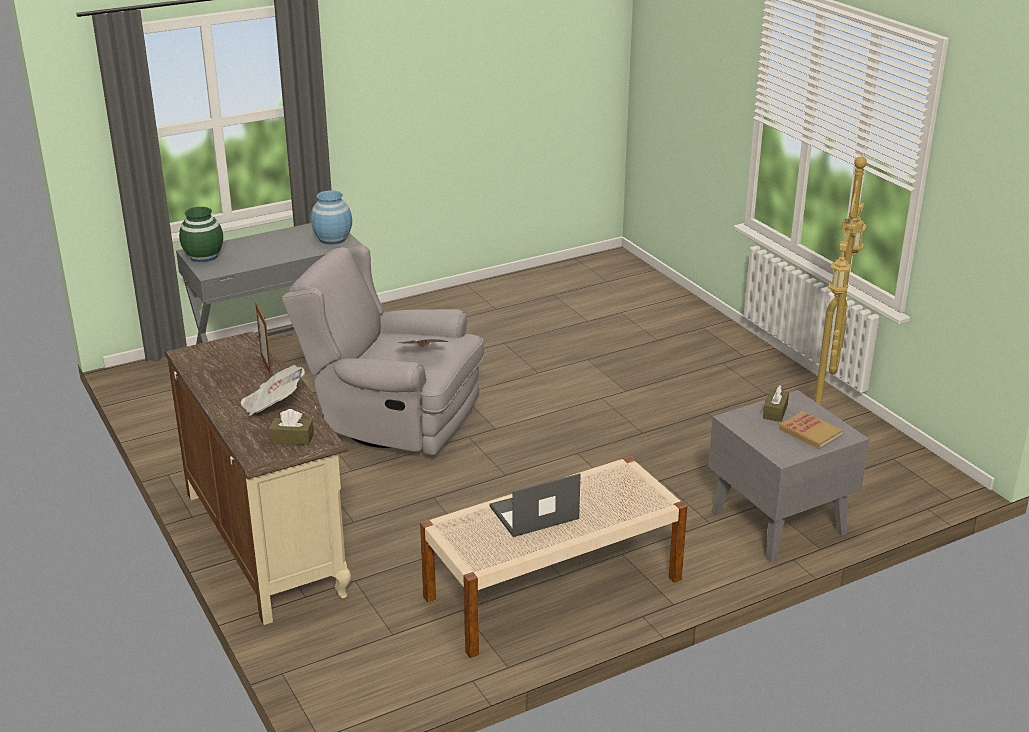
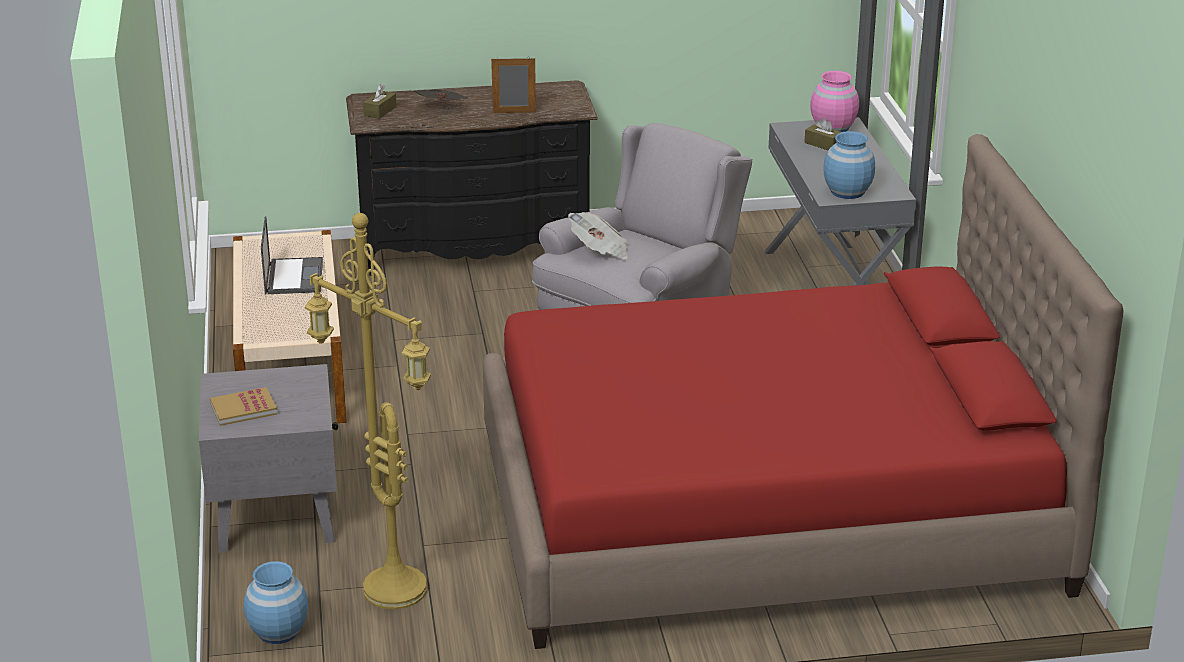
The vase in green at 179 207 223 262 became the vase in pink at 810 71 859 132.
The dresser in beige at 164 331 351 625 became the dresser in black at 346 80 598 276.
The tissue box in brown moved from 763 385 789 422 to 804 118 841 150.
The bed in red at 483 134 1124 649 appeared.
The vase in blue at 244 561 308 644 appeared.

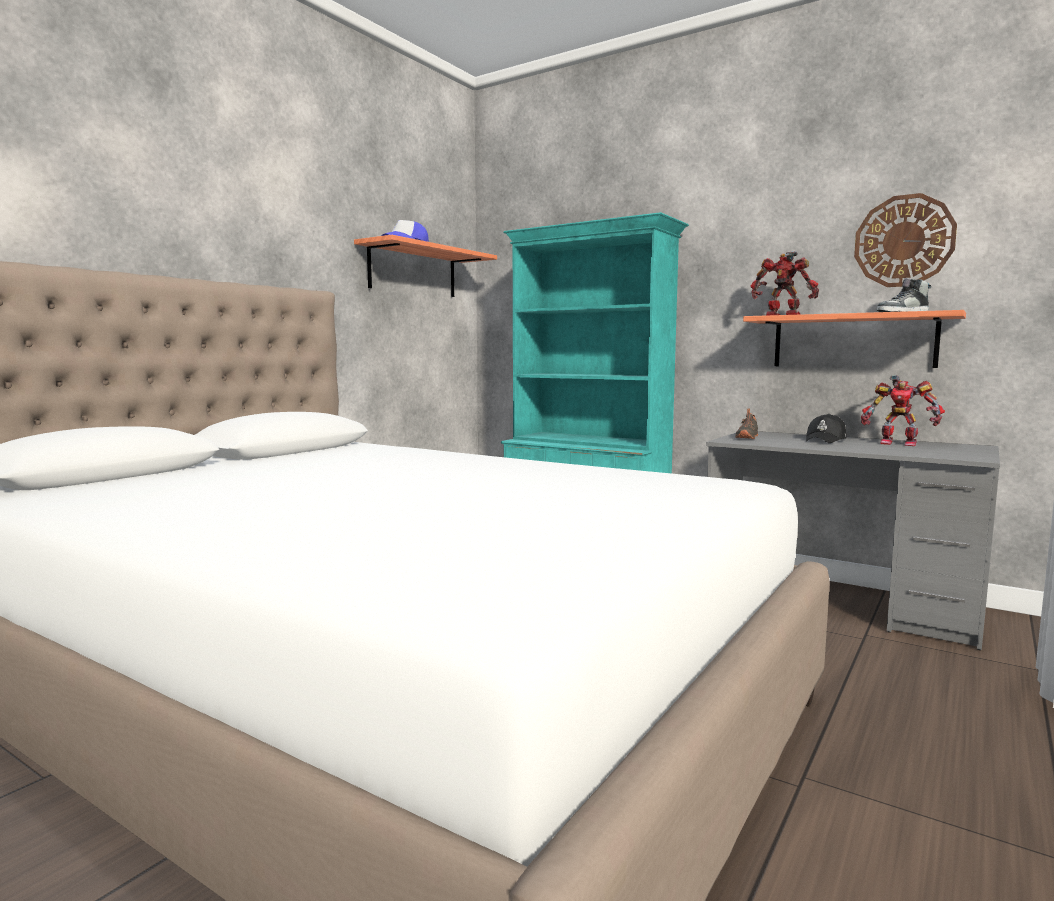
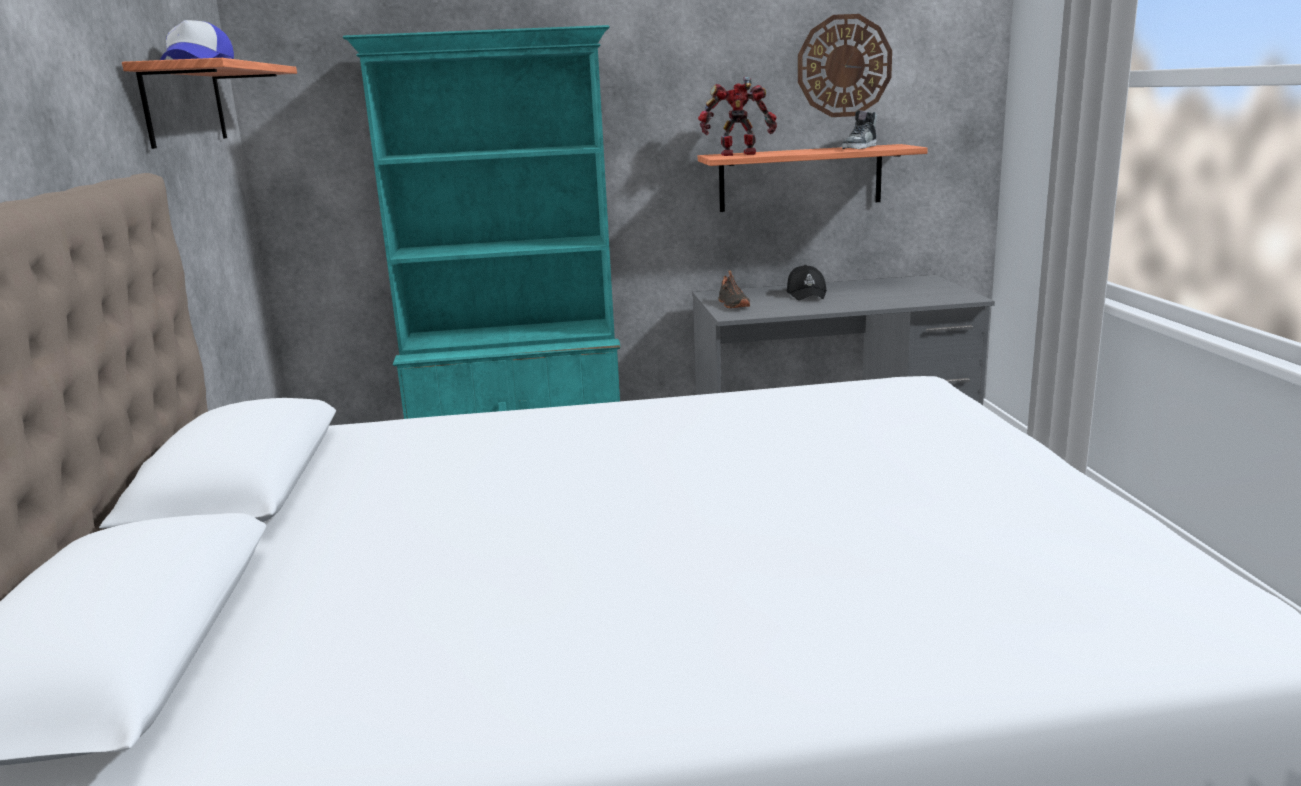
The toy robot at 861 375 945 446 disappeared.

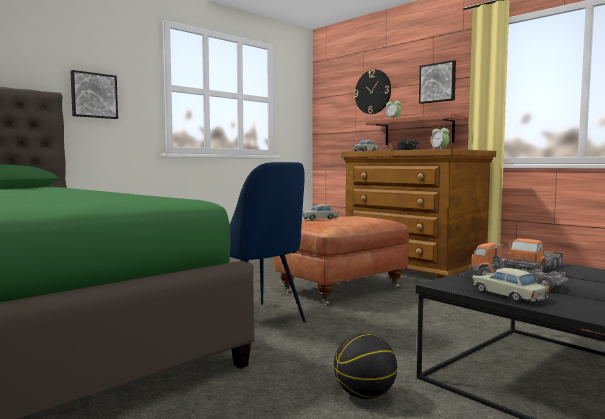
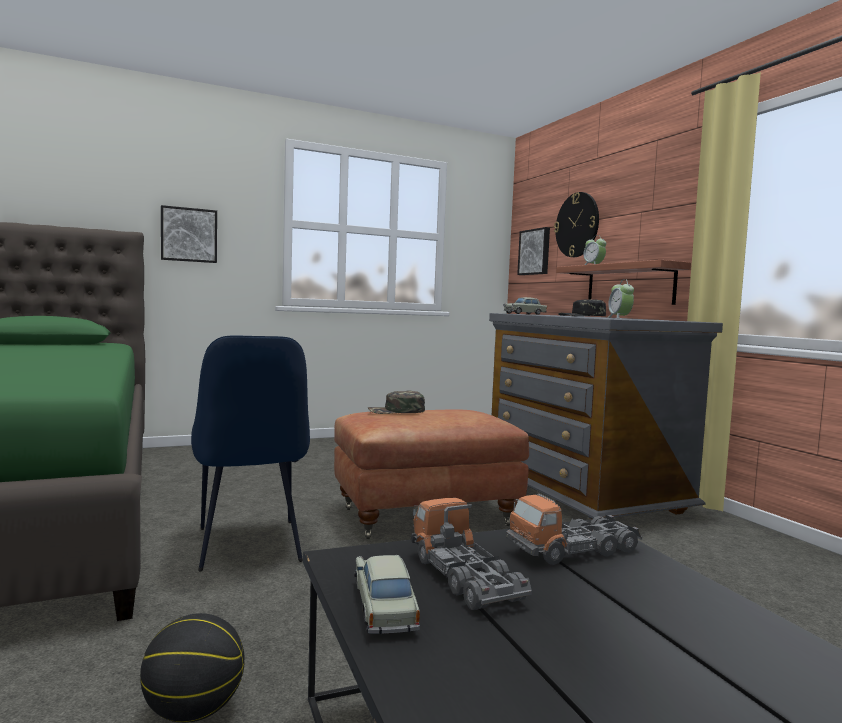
The picture moved from 419 60 456 104 to 517 227 550 275.
The dresser in brown at 341 149 496 278 became the dresser in grey at 489 313 723 519.
The toy car in beige at 302 204 339 220 was replaced by the cap in green at 368 390 425 414.

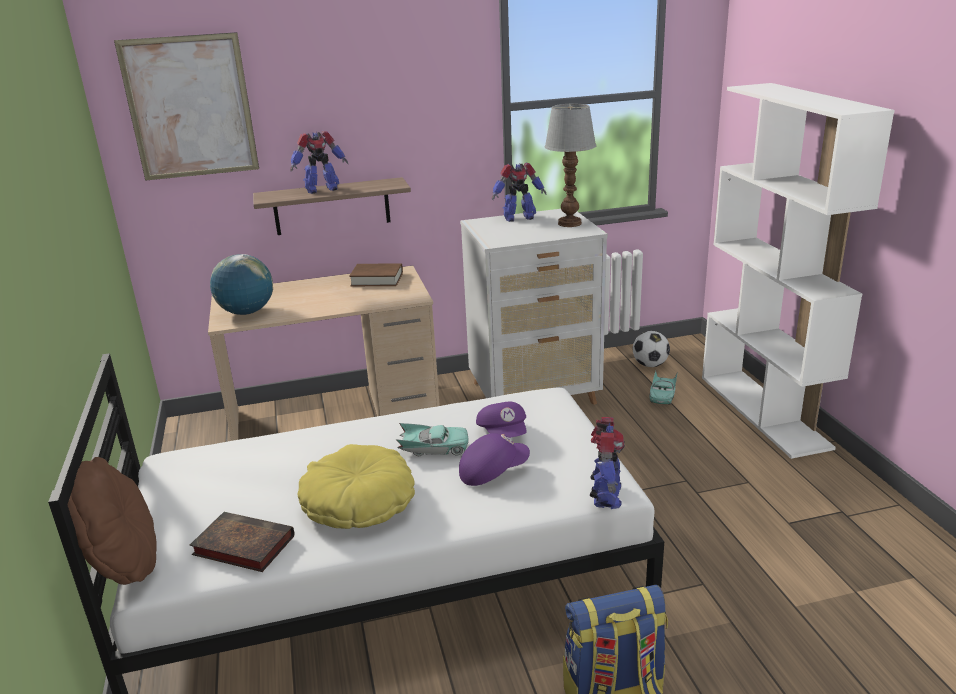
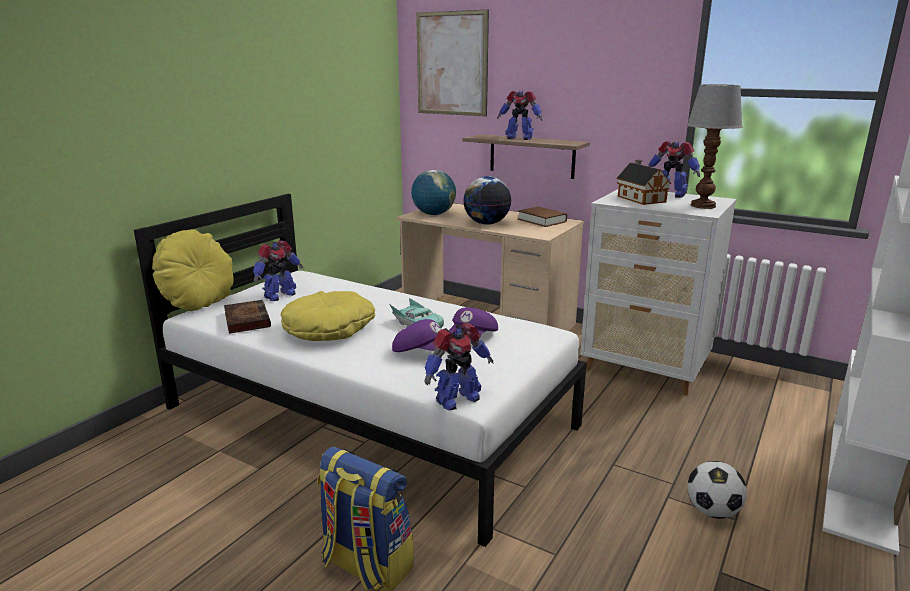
The football moved from 633 331 670 367 to 687 461 747 519.
The toy car in turquoise at 649 371 677 405 disappeared.
The pillow in brown at 67 457 157 585 became the pillow in yellow at 152 229 234 311.
The toy house at 616 160 671 205 appeared.
The globe at 463 176 511 225 appeared.
The toy robot at 253 241 303 301 appeared.

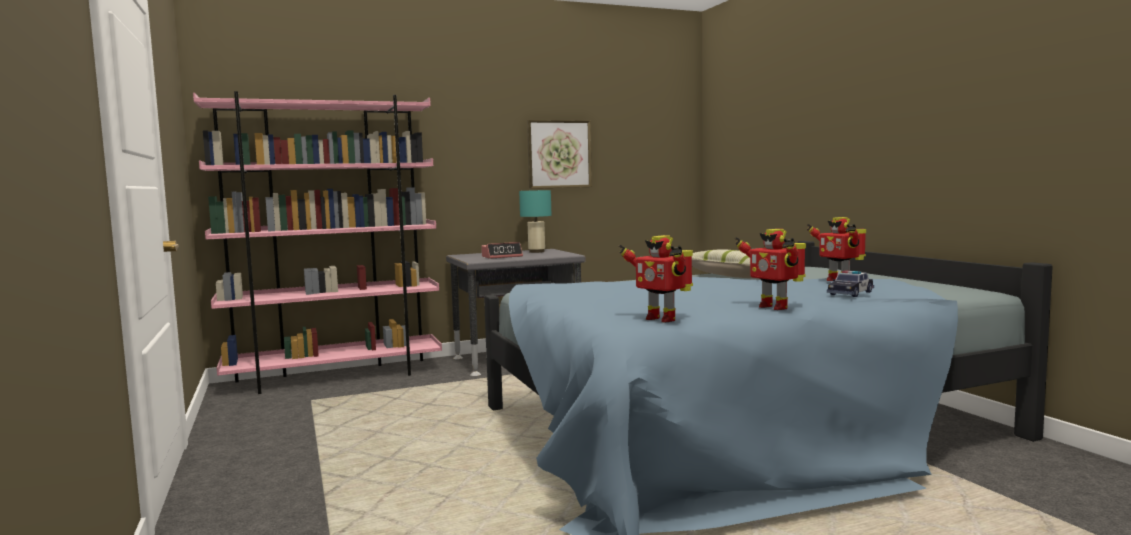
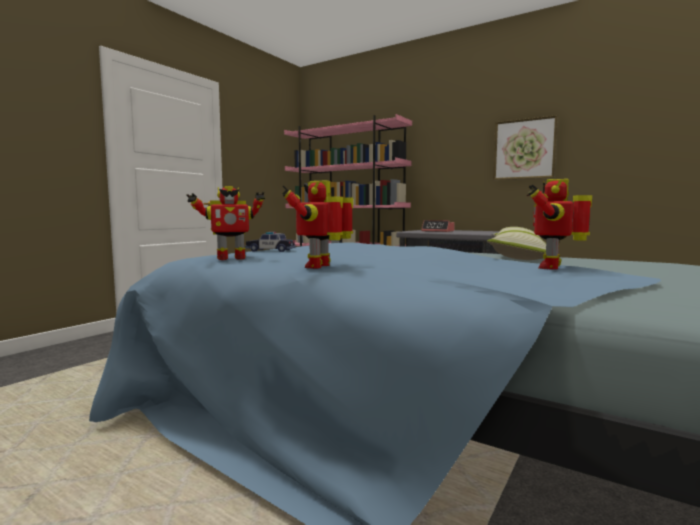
The table lamp in turquoise at 519 190 551 253 disappeared.
The toy robot at 619 235 693 322 turned 120 degrees counterclockwise.
The toy car moved from 827 270 874 297 to 245 232 296 252.

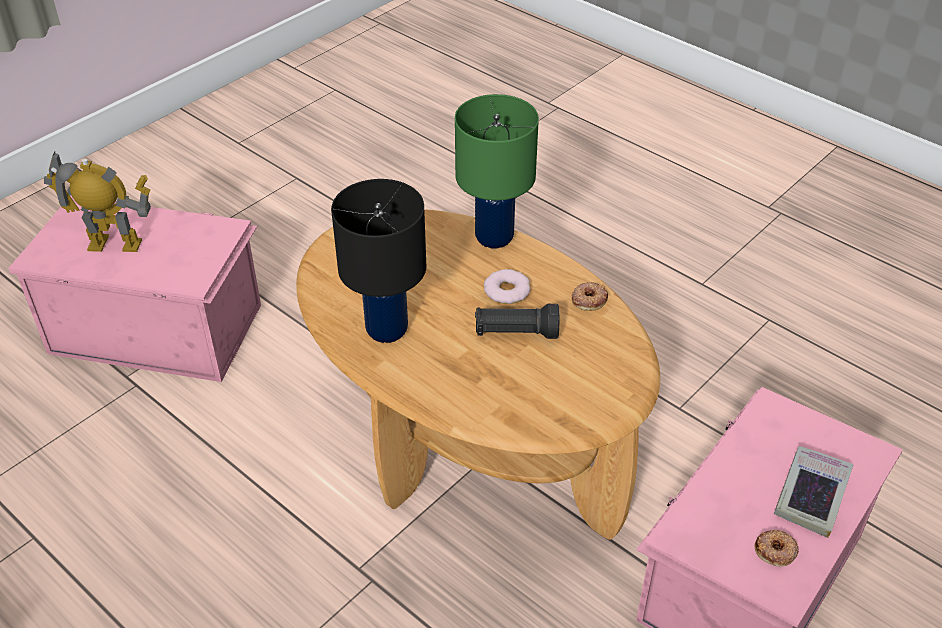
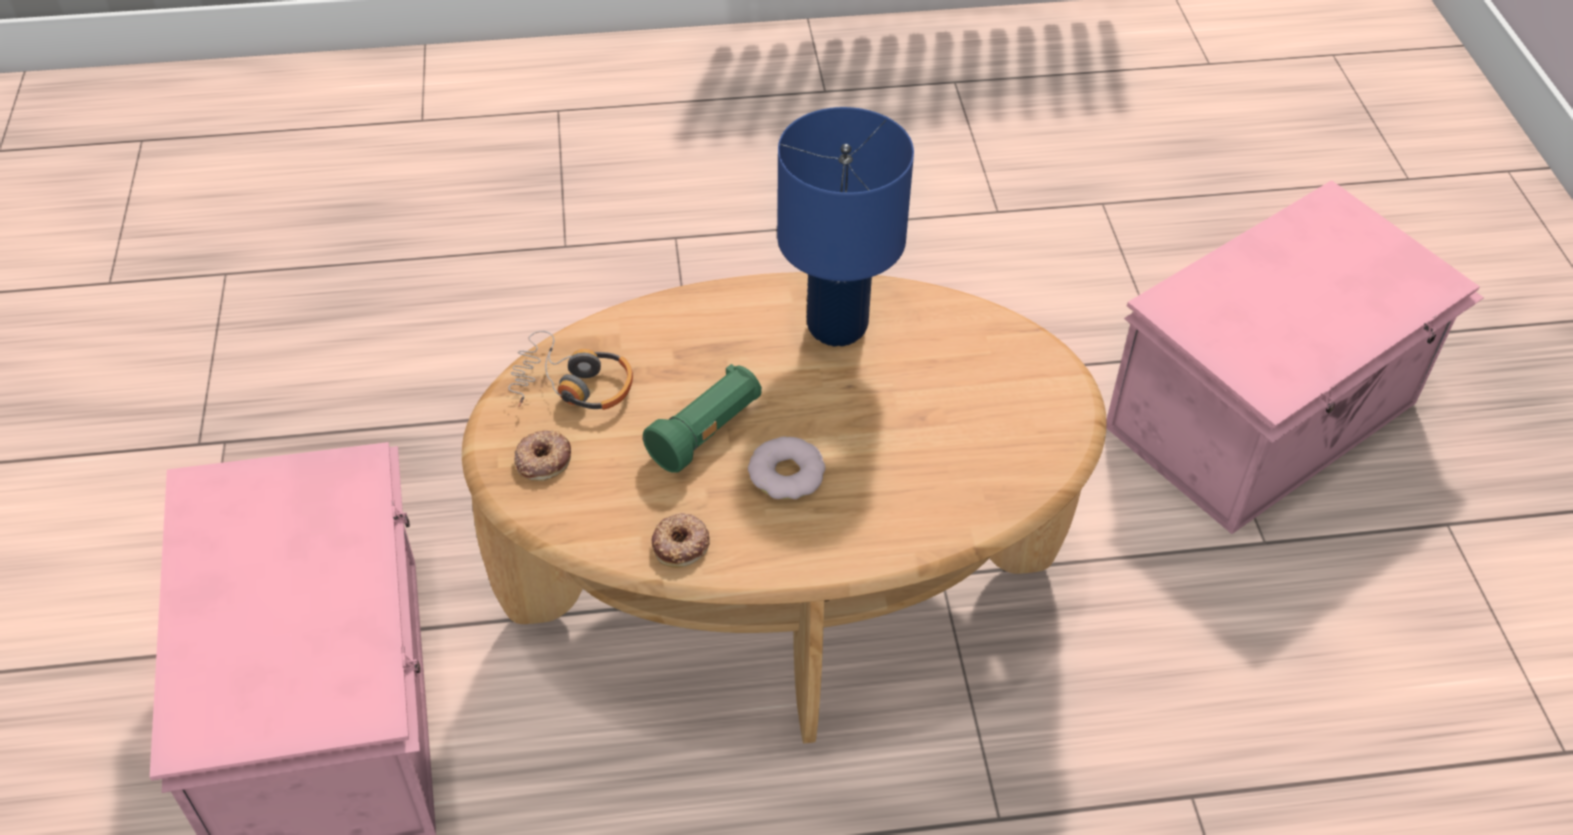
The table lamp in green at 455 94 539 249 disappeared.
The toy robot at 44 152 151 252 disappeared.
The table lamp in black at 331 179 426 343 became the table lamp in blue at 777 107 914 346.
The flashlight in black at 475 304 559 339 became the flashlight in green at 643 364 762 473.
The book at 774 446 854 538 disappeared.
The donut moved from 754 530 799 567 to 514 430 571 481.
The headphones at 508 331 633 410 appeared.

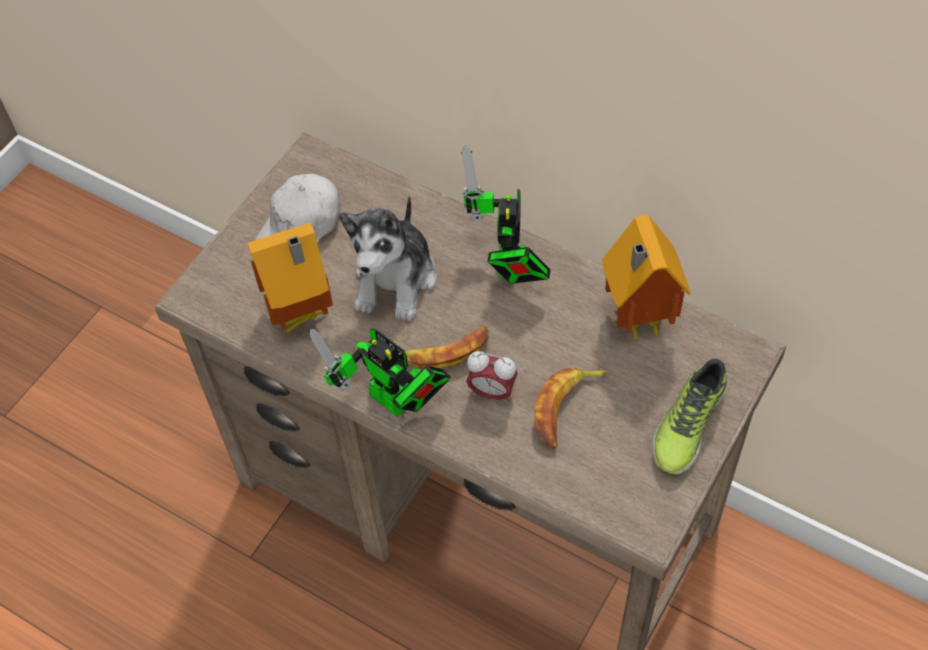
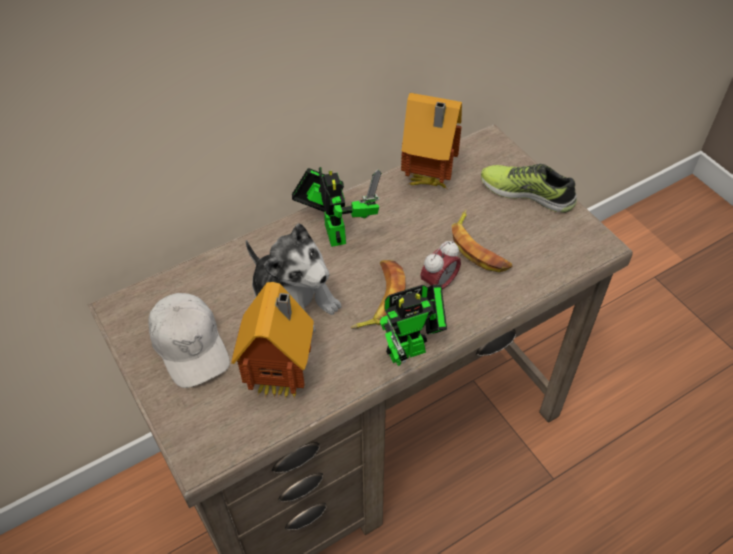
The toy robot at 461 145 551 284 turned 135 degrees counterclockwise.
The shoe at 652 359 727 475 turned 150 degrees clockwise.

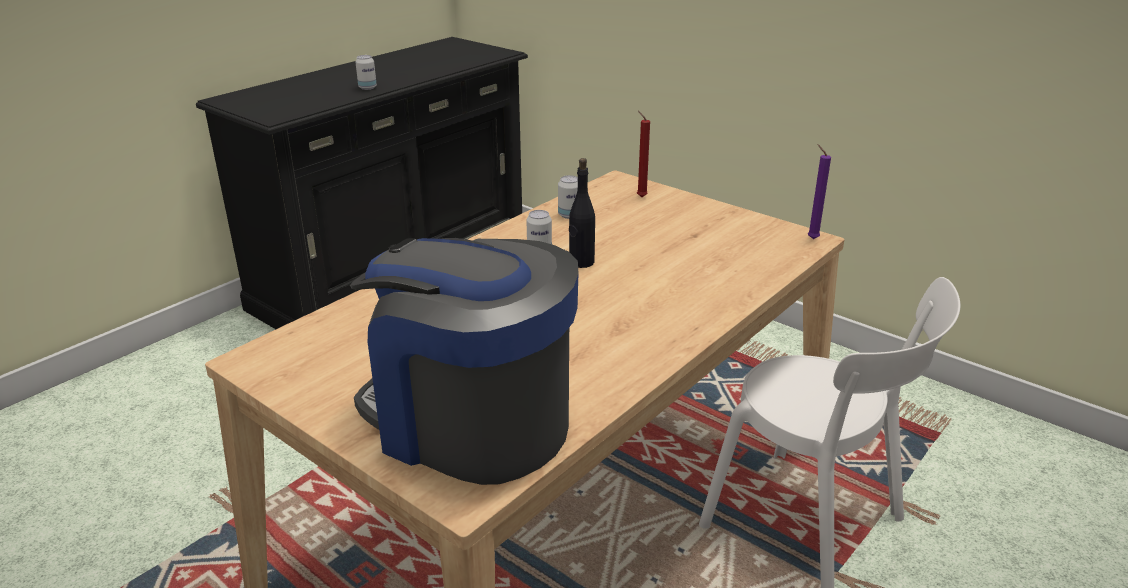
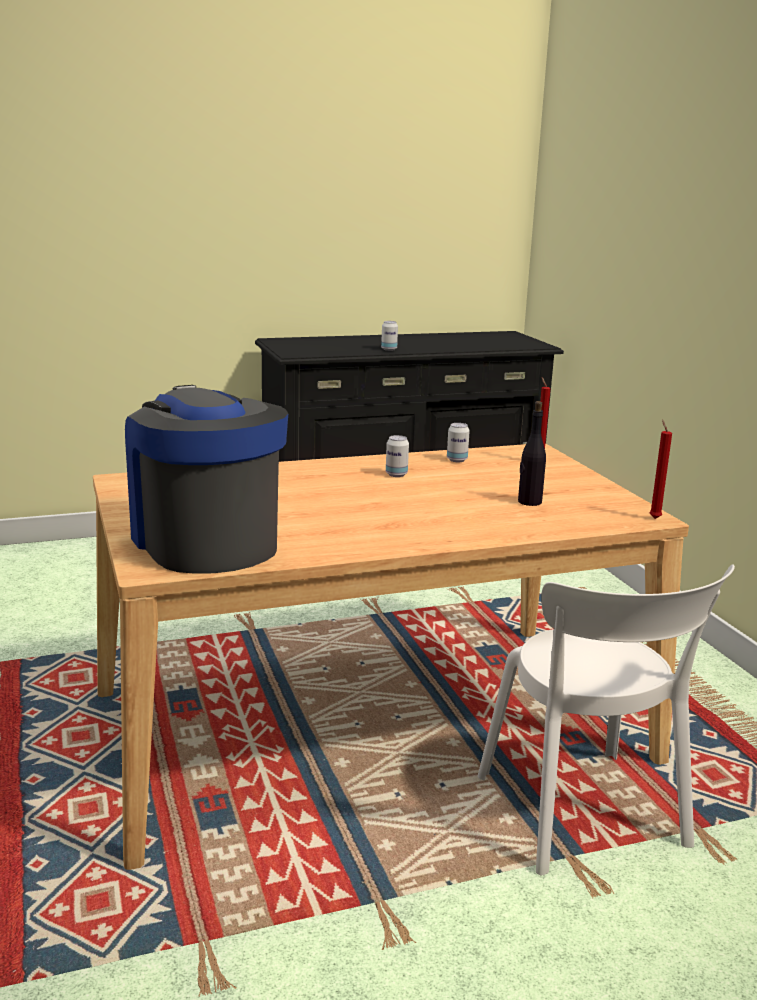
The candle in purple at 808 144 831 239 became the candle in red at 650 420 672 519.
The bottle in black moved from 569 158 595 268 to 518 401 546 506.

